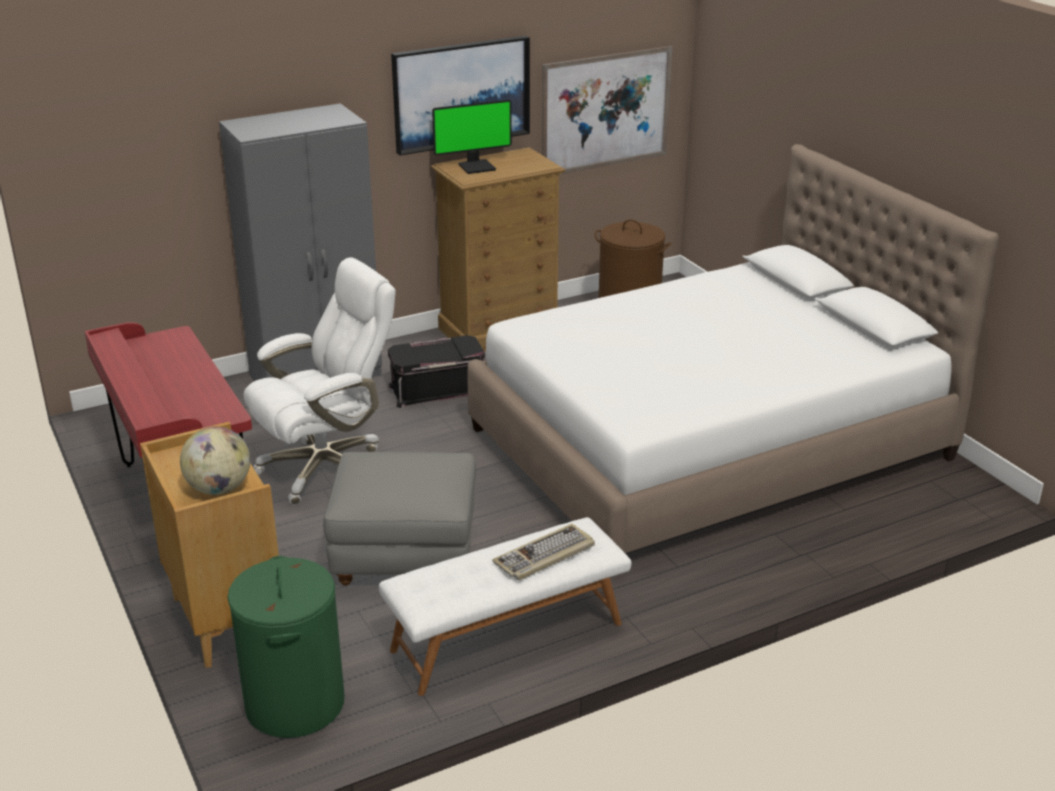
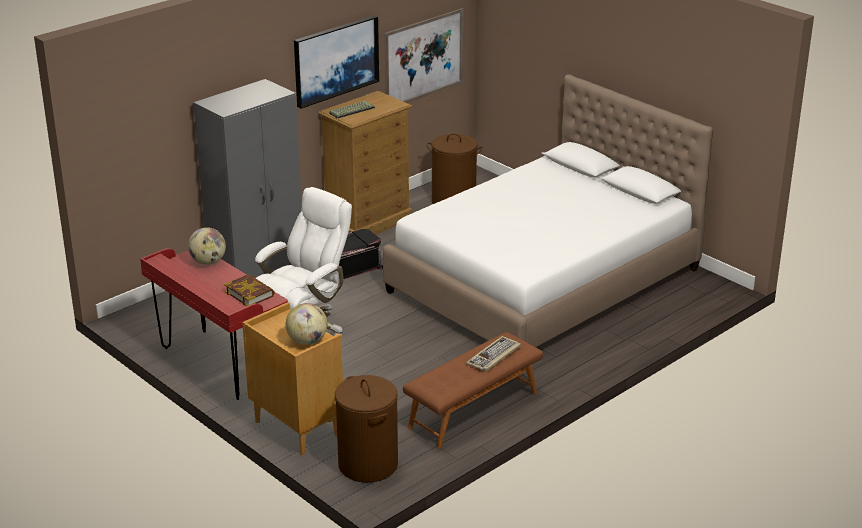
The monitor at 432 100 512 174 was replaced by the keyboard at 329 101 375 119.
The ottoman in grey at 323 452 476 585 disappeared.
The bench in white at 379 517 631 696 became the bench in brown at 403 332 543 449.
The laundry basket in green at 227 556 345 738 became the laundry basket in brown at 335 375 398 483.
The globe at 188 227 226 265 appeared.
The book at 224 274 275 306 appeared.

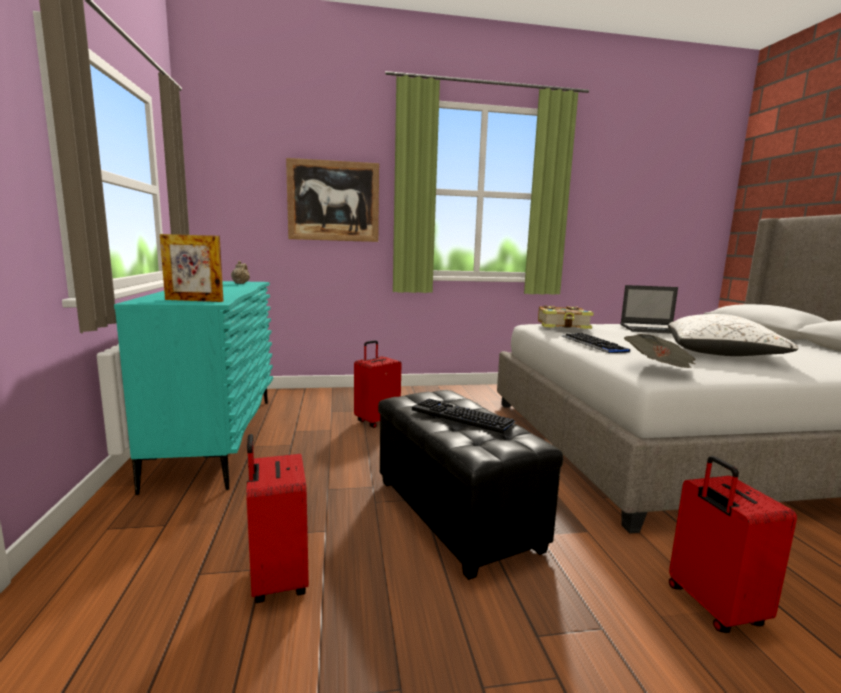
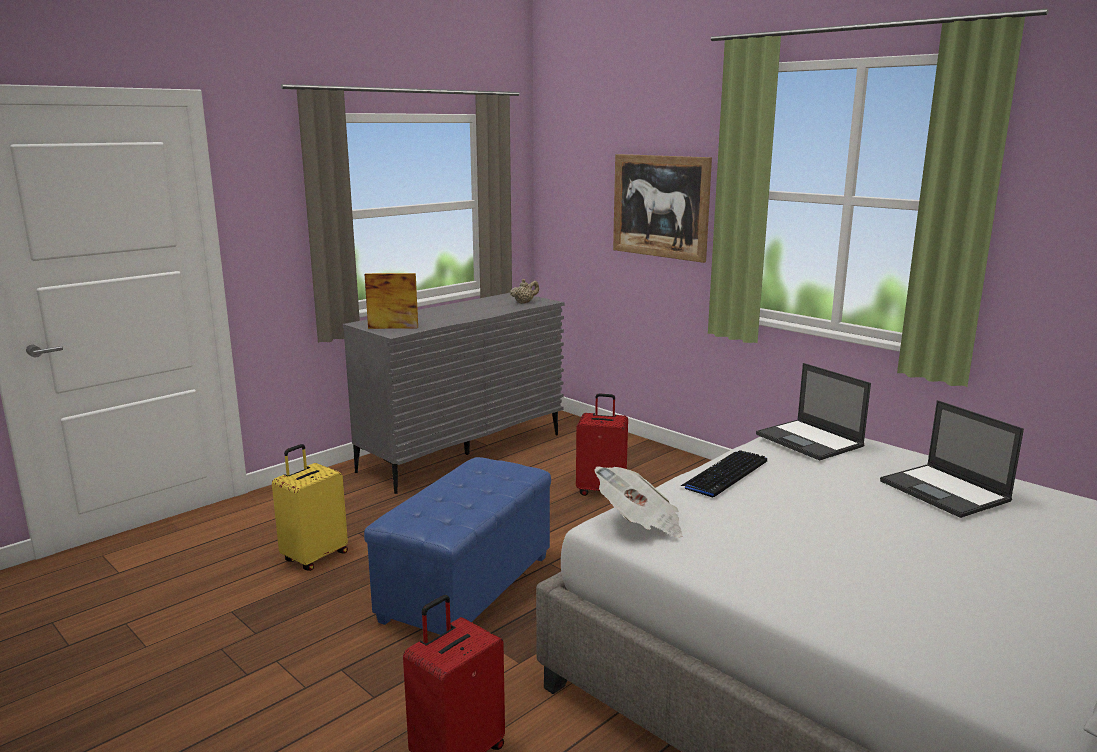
The picture frame at 160 234 224 302 turned 120 degrees clockwise.
The dresser in turquoise at 114 281 273 495 became the dresser in grey at 343 293 564 494.
The book at 538 305 594 329 was replaced by the laptop at 756 363 871 461.
The pillow in white at 668 314 798 356 disappeared.
The ottoman in black at 378 390 563 580 became the ottoman in blue at 364 457 551 635.
The keyboard at 412 399 517 434 disappeared.
The suitcase in red at 246 434 309 603 became the suitcase in yellow at 272 444 348 571.

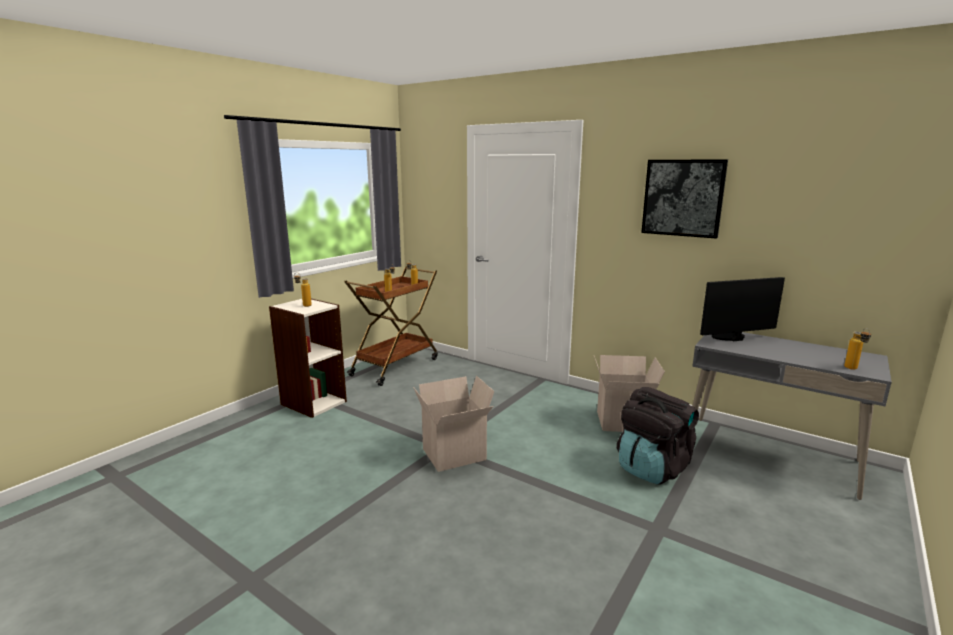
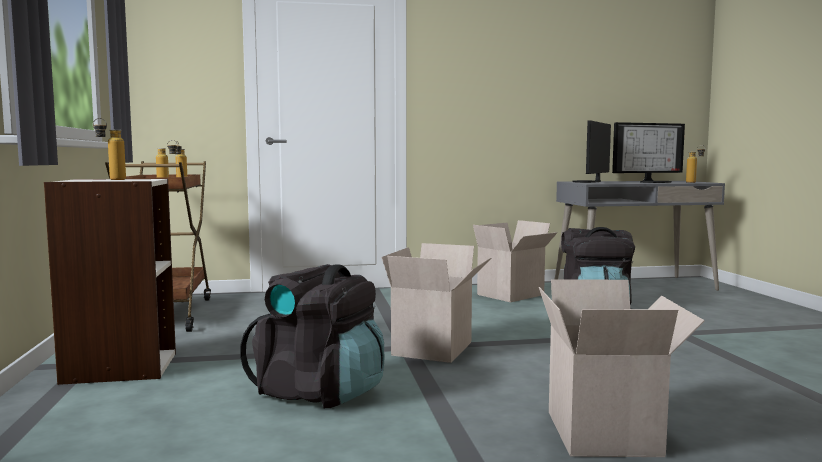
The picture at 641 160 728 239 disappeared.
The monitor at 612 122 685 183 appeared.
The backpack in black at 240 264 384 408 appeared.
The cardboard box at 539 279 705 457 appeared.

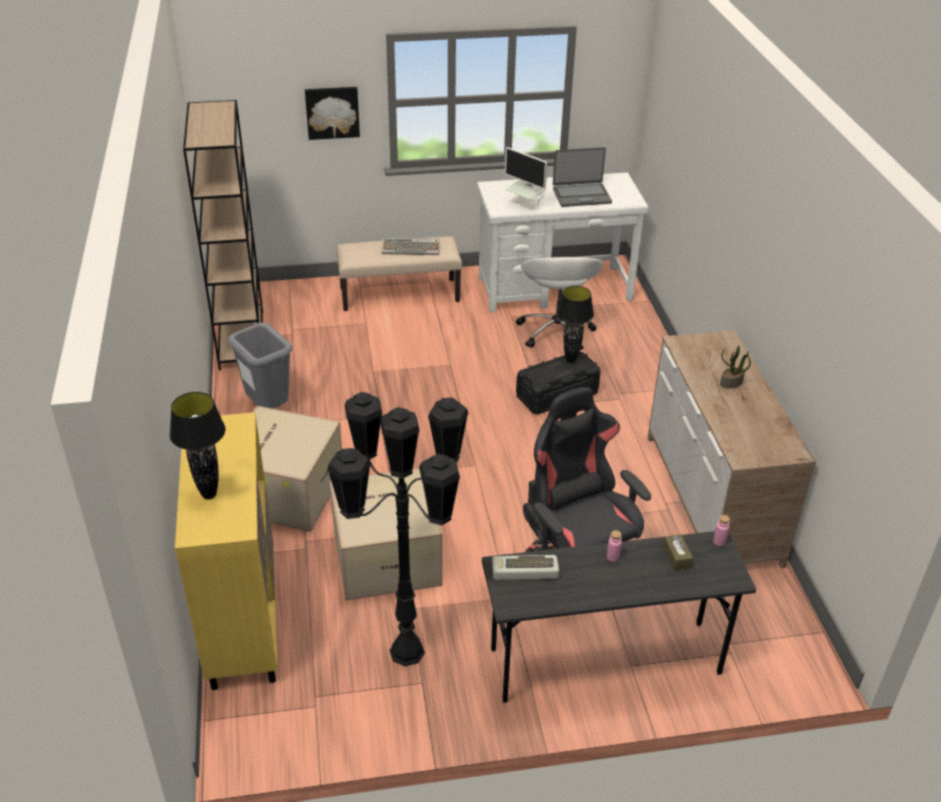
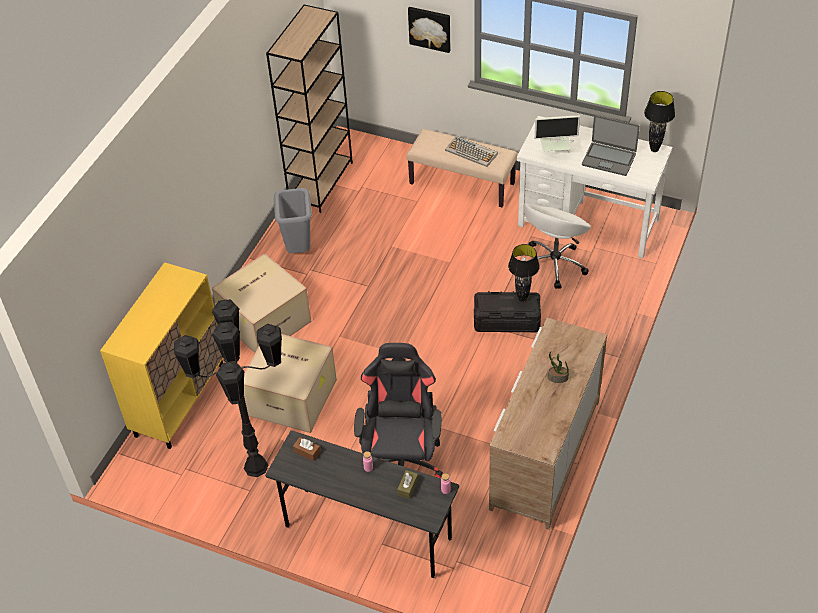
The monitor at 505 147 547 210 turned 75 degrees counterclockwise.
The table lamp in black moved from 170 392 226 499 to 644 91 675 152.
The keyboard at 492 555 560 580 was replaced by the tissue box in brown at 293 437 321 461.

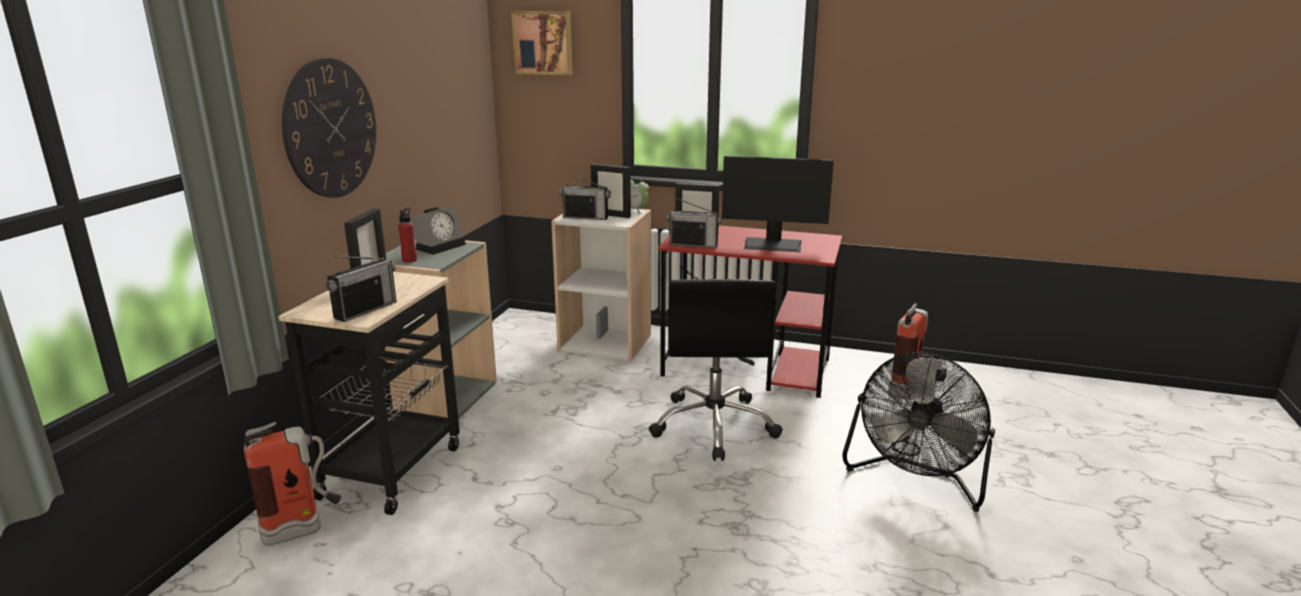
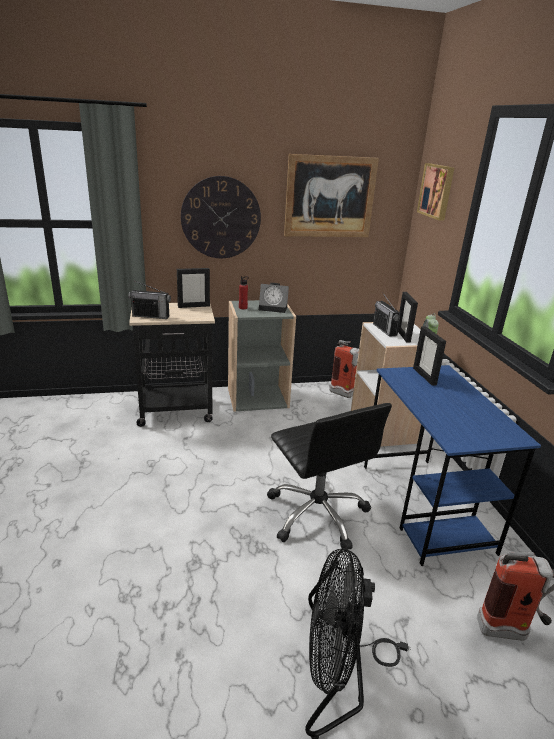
The monitor at 722 156 834 252 disappeared.
The radio at 666 198 722 248 disappeared.
The desk in red at 658 225 842 398 became the desk in blue at 364 365 541 566.
The office chair in black at 649 279 783 461 turned 90 degrees counterclockwise.
The fire extinguisher moved from 244 422 341 546 to 329 340 359 398.
The picture at 284 154 379 237 appeared.

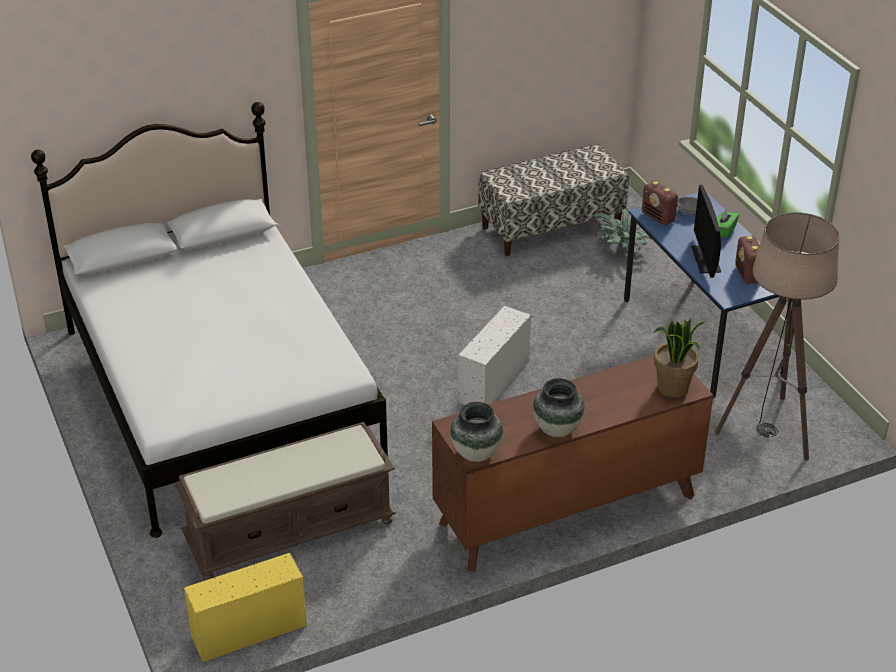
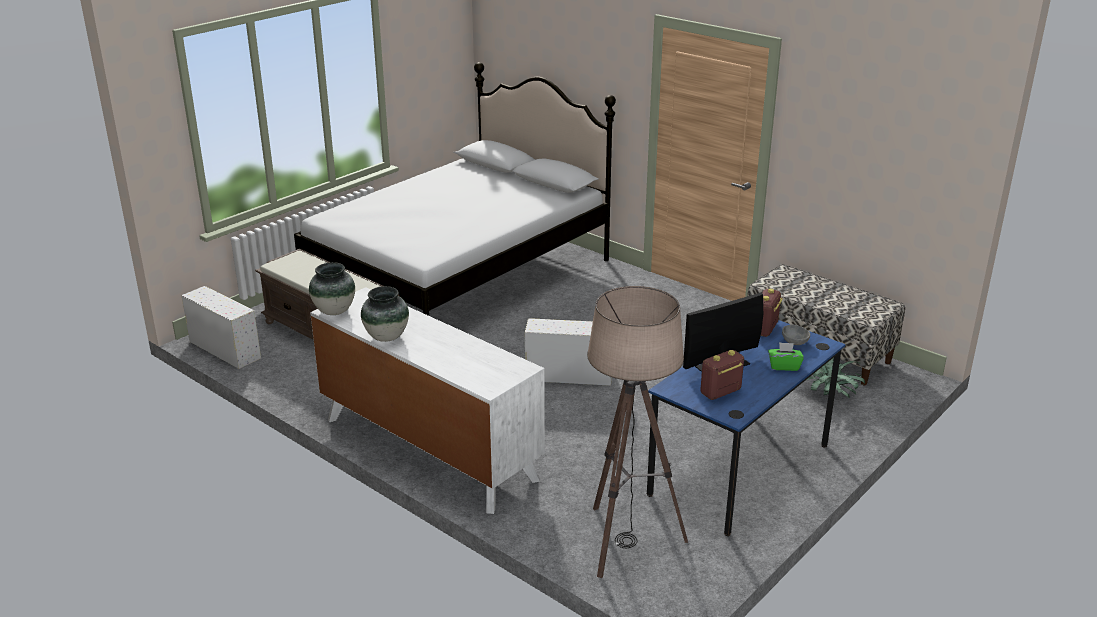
The potted plant at 654 318 706 398 disappeared.
The dresser in brown at 432 355 713 572 became the dresser in white at 310 287 545 514.
The storage box in yellow at 184 553 307 662 became the storage box in white at 181 286 261 369.

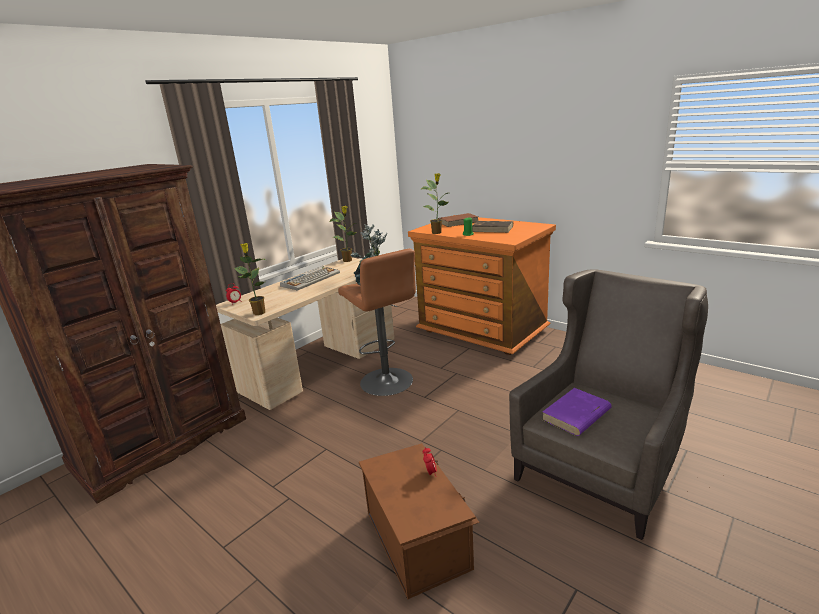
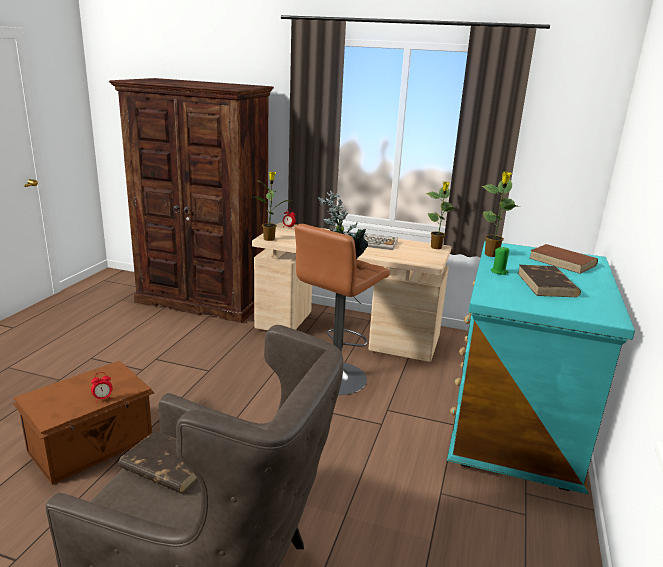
The dresser in orange at 408 215 556 355 became the dresser in turquoise at 447 241 635 494.
The book in purple at 542 388 612 436 became the book in brown at 118 431 197 493.

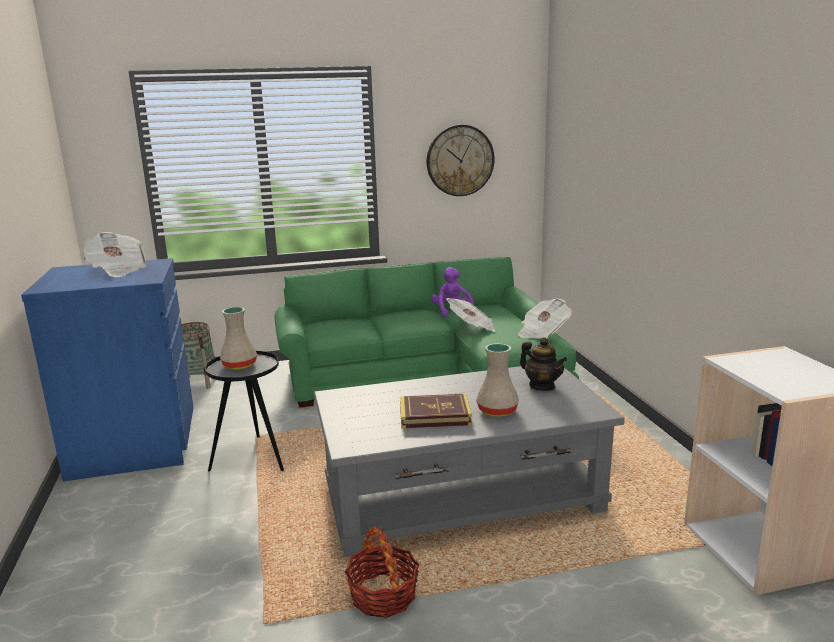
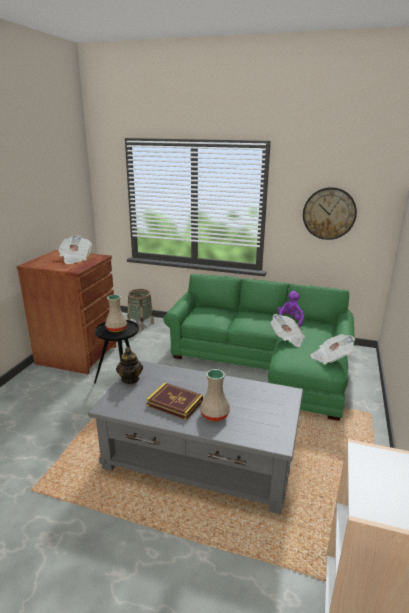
The dresser in blue at 21 258 194 481 became the dresser in brown at 17 250 117 374.
The teapot moved from 520 337 567 391 to 116 347 143 384.
The basket at 345 526 420 618 disappeared.

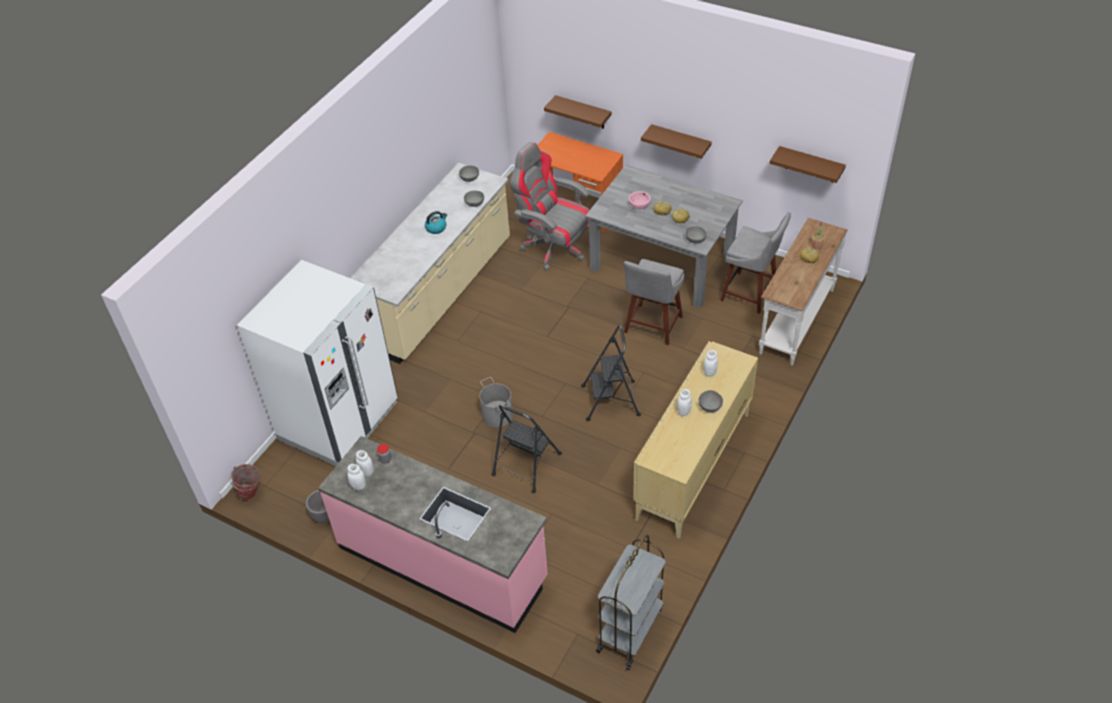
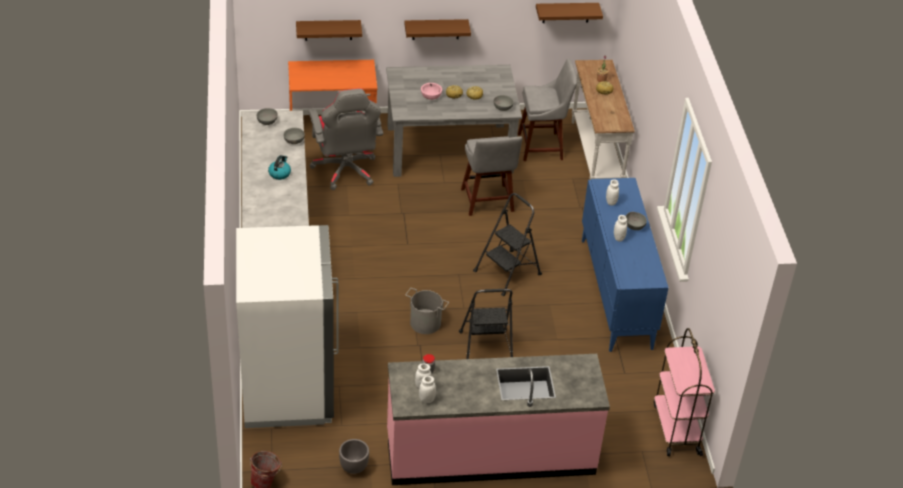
The office chair in grey at 510 142 590 271 turned 105 degrees counterclockwise.
The dresser in beige at 633 341 758 539 became the dresser in blue at 582 178 669 352.
The cart in grey at 596 535 666 670 became the cart in pink at 654 328 715 456.

